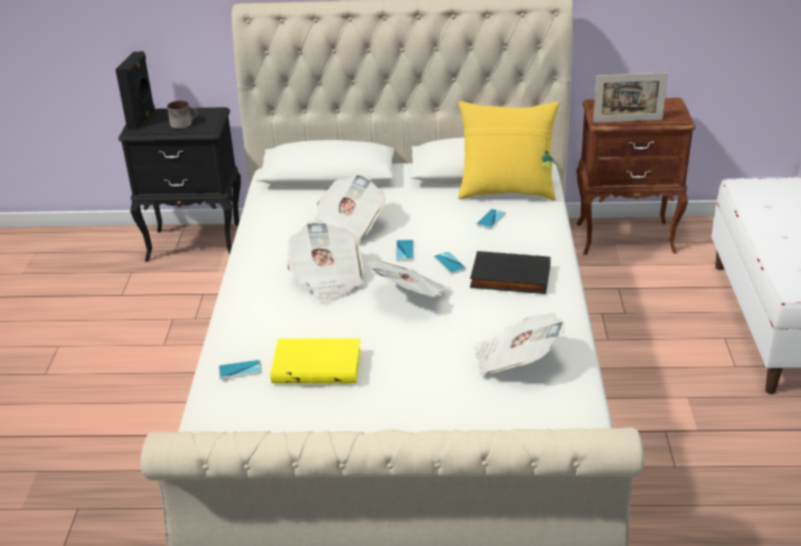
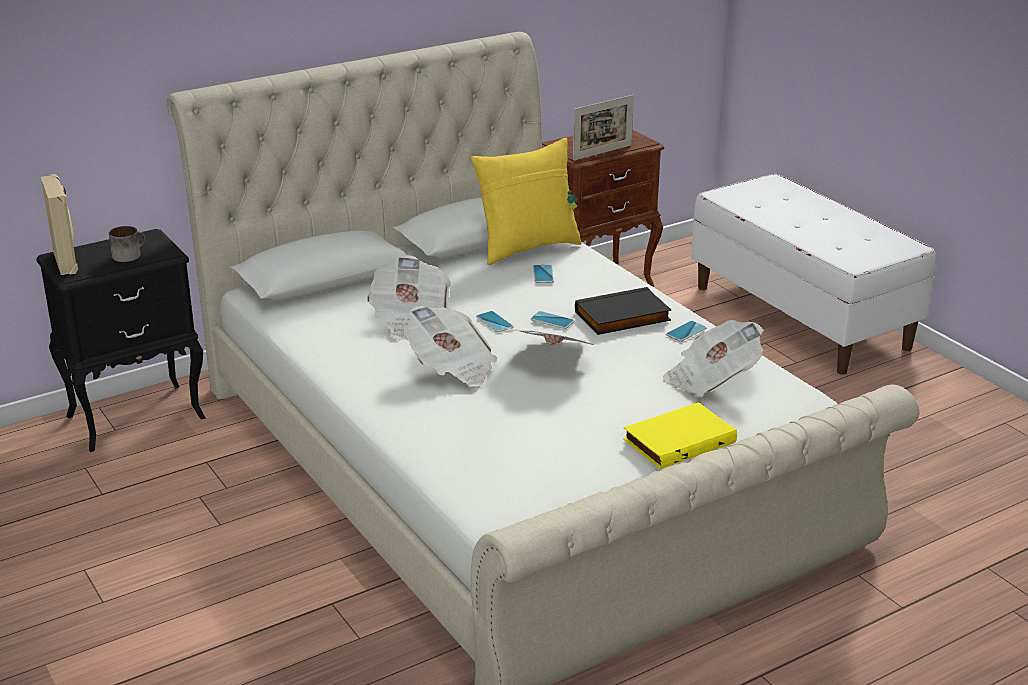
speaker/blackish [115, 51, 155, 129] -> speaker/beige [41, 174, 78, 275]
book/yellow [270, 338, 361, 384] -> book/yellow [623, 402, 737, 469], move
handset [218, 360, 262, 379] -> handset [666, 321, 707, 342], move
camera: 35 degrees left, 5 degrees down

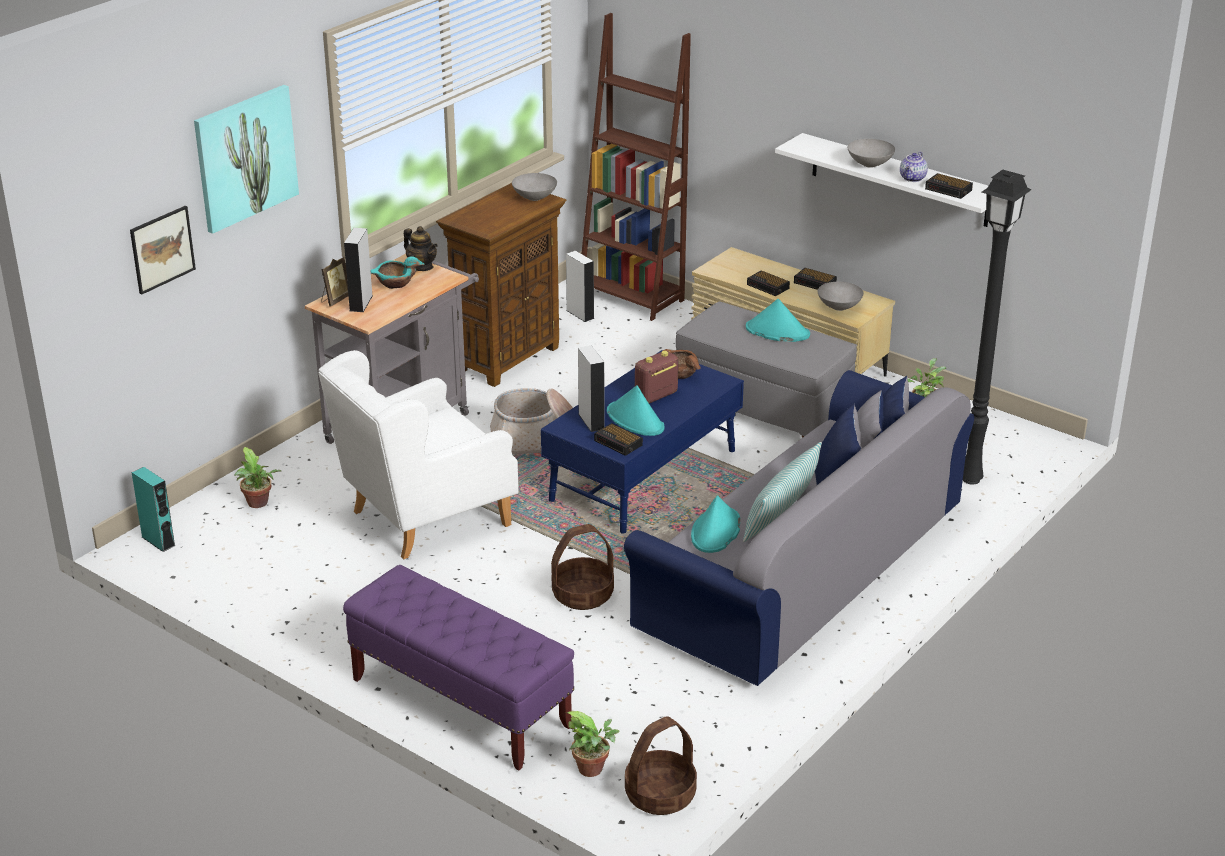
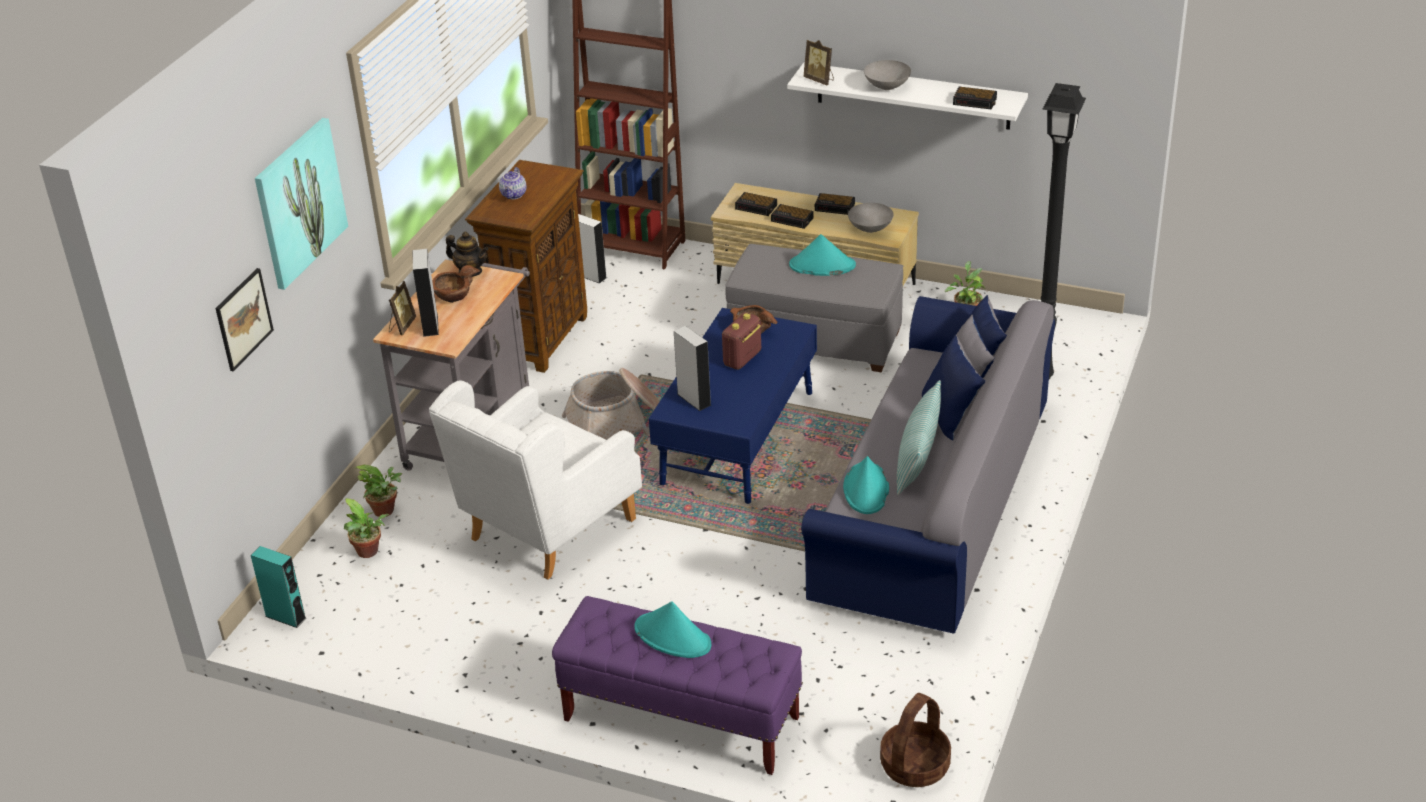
teapot [900, 152, 928, 182] -> teapot [499, 167, 527, 199], move
deep dish/grey [512, 173, 557, 201] -> none
deep dish/turquoise [371, 256, 425, 289] -> deep dish/brownish [432, 265, 480, 303]
hat/turquoise [607, 385, 664, 436] -> hat/turquoise [634, 601, 711, 658], move
bedside clock [594, 423, 643, 456] -> bedside clock [735, 192, 777, 216], move
household basket [551, 524, 614, 610] -> none
plant in a pot [567, 711, 619, 777] -> plant in a pot [355, 464, 402, 517], move
none -> picture frame [803, 40, 834, 85]
camera: 15 degrees left, 5 degrees up

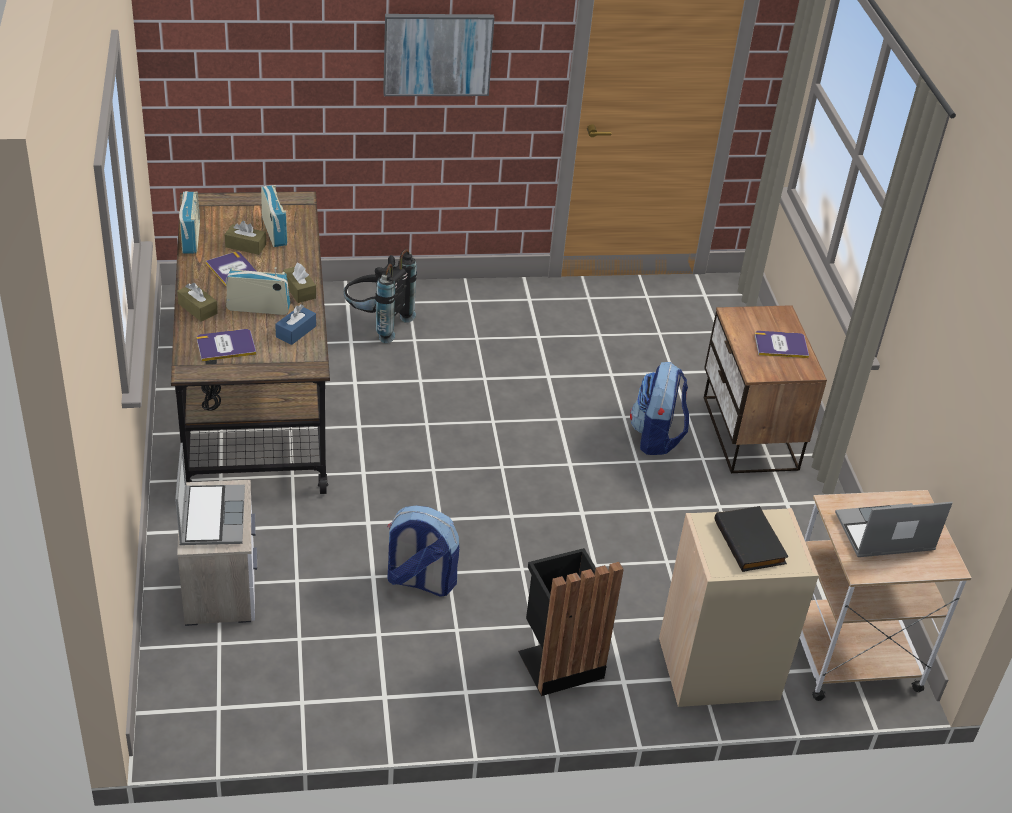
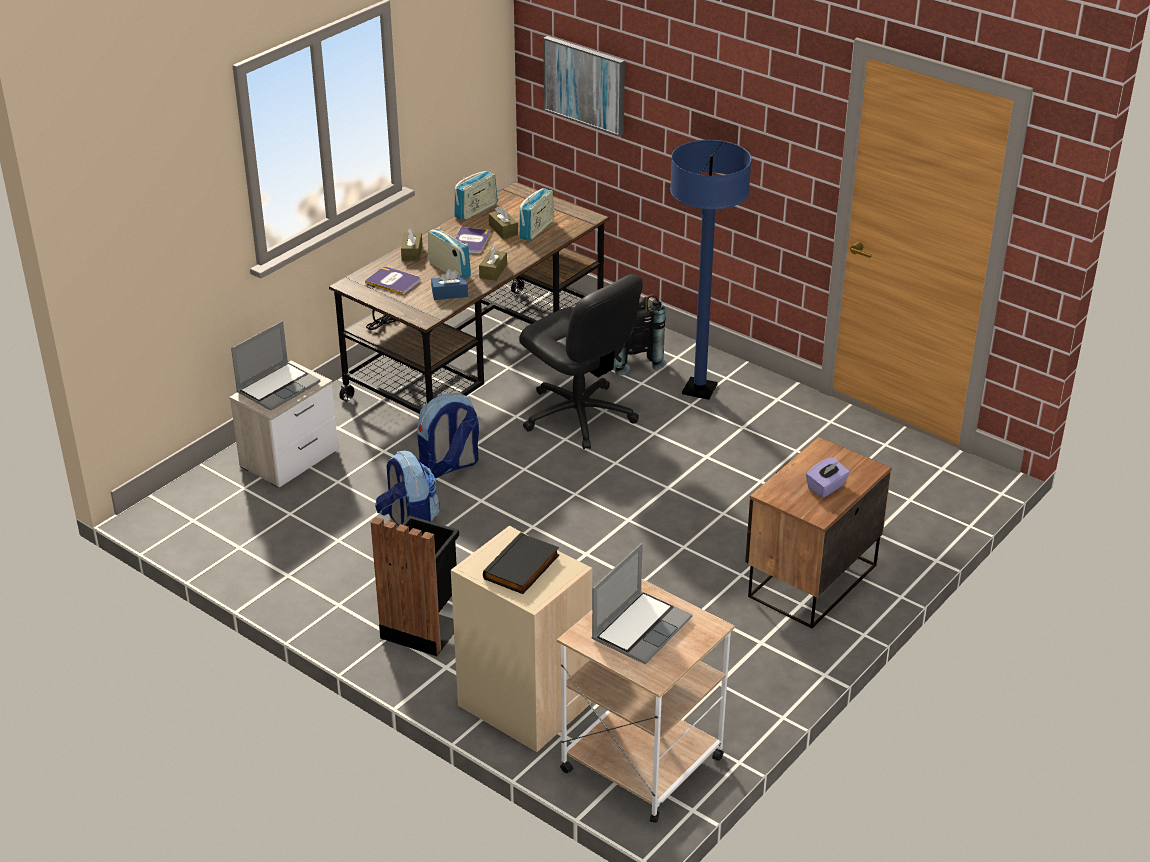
wall picture [383, 14, 494, 96] -> wall picture [543, 36, 625, 137], move
book [755, 331, 809, 358] -> tissue box/purple [806, 457, 850, 498]
rucksack [630, 362, 689, 455] -> rucksack [417, 393, 479, 478], move
notebook computer [835, 502, 953, 557] -> notebook computer [592, 543, 692, 664], 90 degrees clockwise
none -> standing lamp/blue [670, 140, 752, 400]
none -> office chair/blackish [519, 274, 643, 449]
camera: 50 degrees right, 5 degrees down

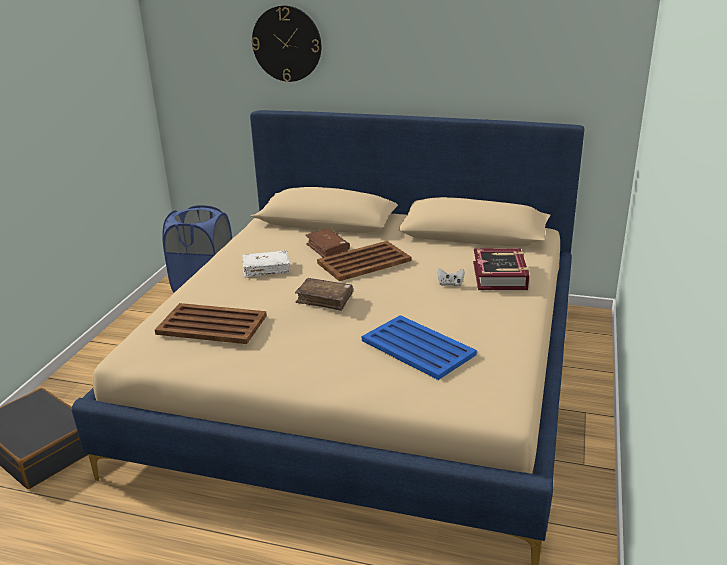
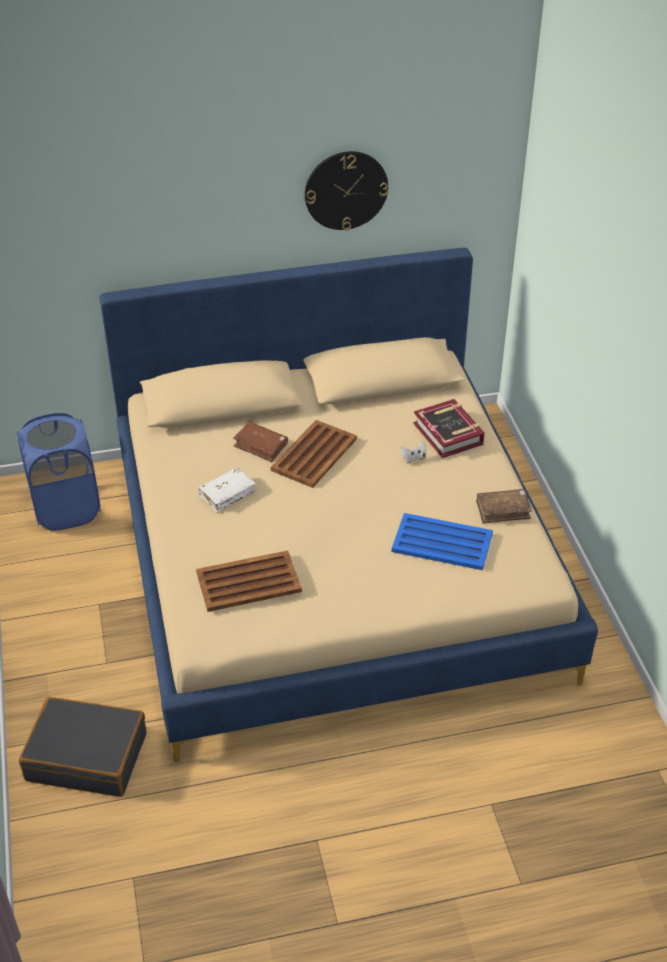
clock on the wall [252, 6, 321, 82] -> clock on the wall [305, 151, 388, 231], move
book/brownish [295, 278, 353, 311] -> book/brownish [476, 489, 532, 524], move
camera: 30 degrees left, 15 degrees up

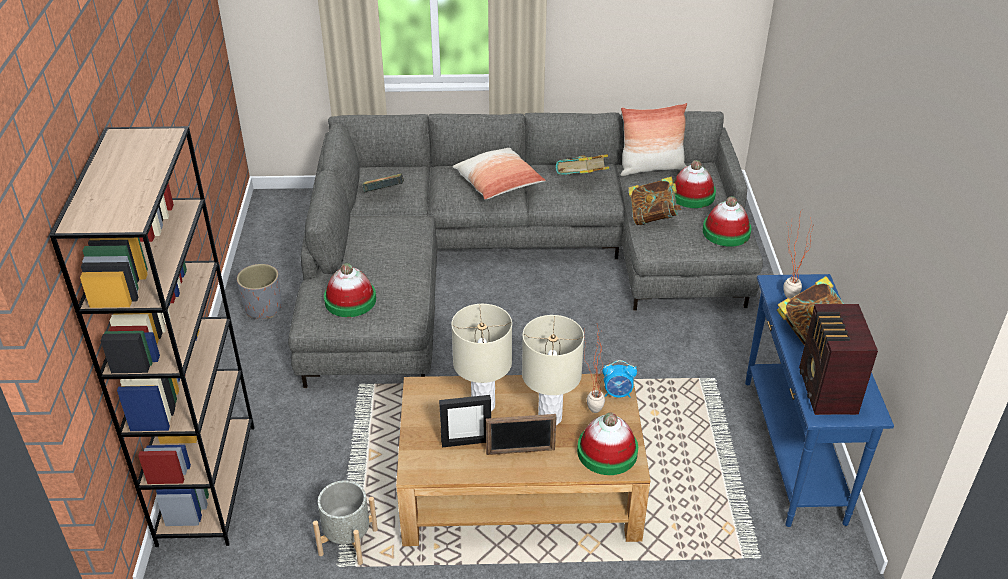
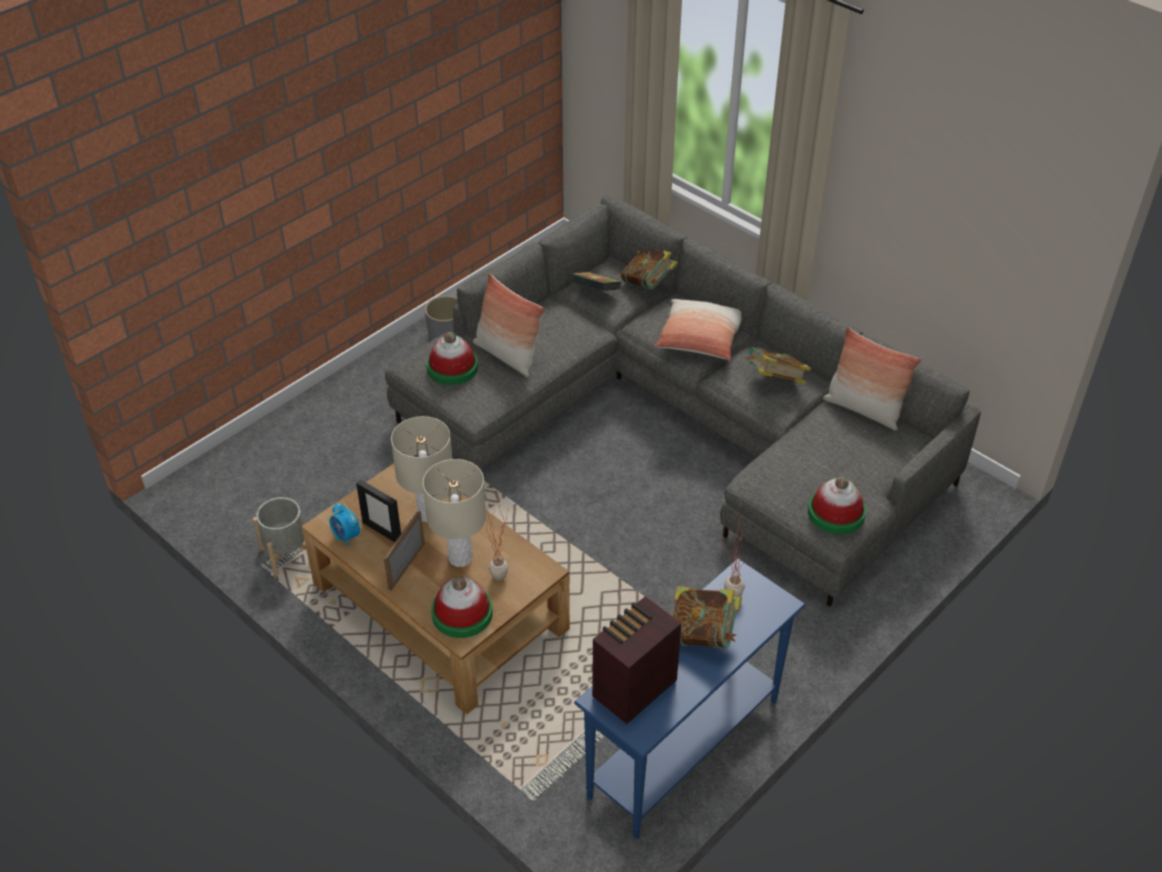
bookshelf/beige [50, 126, 255, 547] -> none
hat [673, 160, 716, 208] -> none
book [628, 177, 682, 225] -> book [621, 250, 678, 289], move
bedside clock [603, 360, 637, 398] -> bedside clock [330, 503, 360, 546], move
picture frame [486, 414, 557, 455] -> picture frame [384, 511, 425, 590], 75 degrees clockwise
none -> throw pillow [473, 273, 545, 377]
camera: 45 degrees right, 5 degrees up

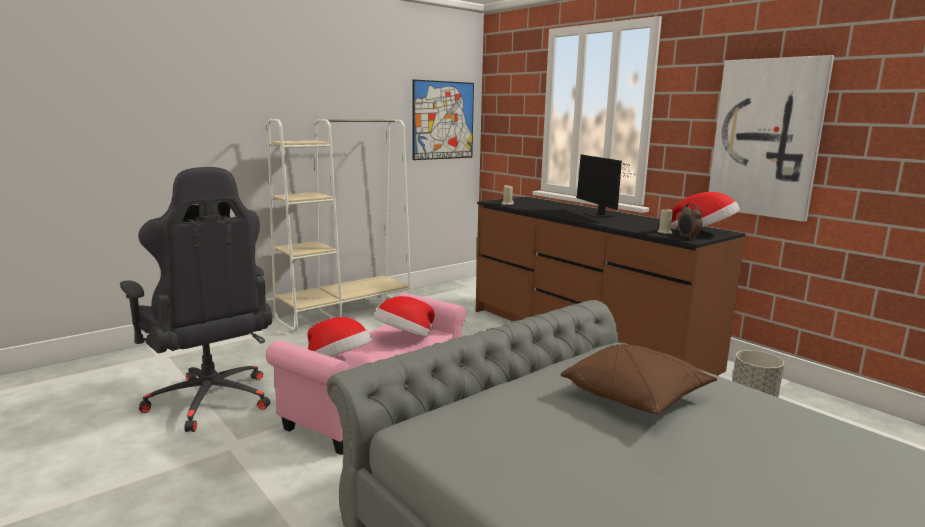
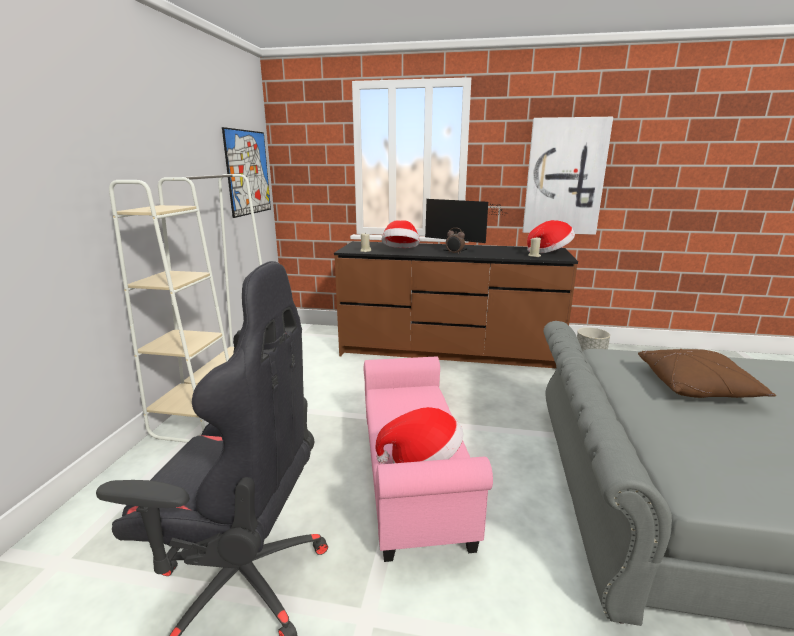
bedside clock [678, 203, 702, 240] -> bedside clock [446, 228, 465, 254], move
hat [373, 296, 435, 337] -> hat [382, 220, 420, 248], move
camera: 40 degrees left, 5 degrees up

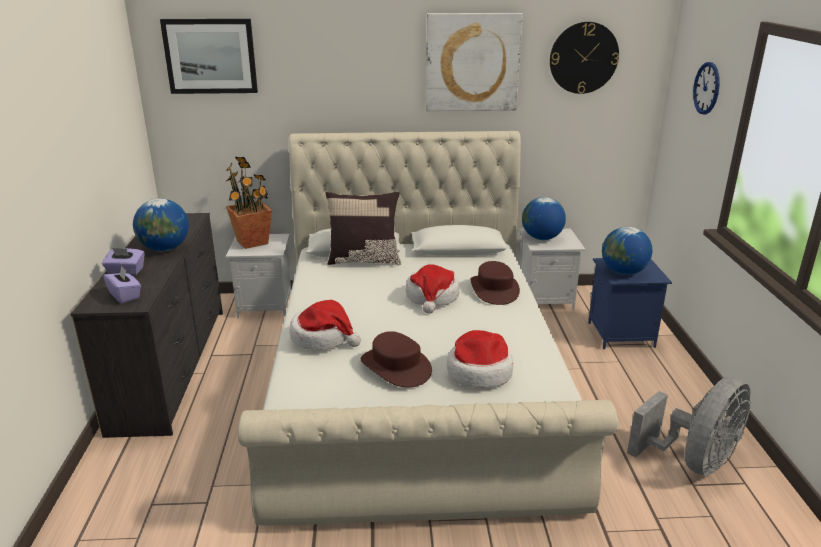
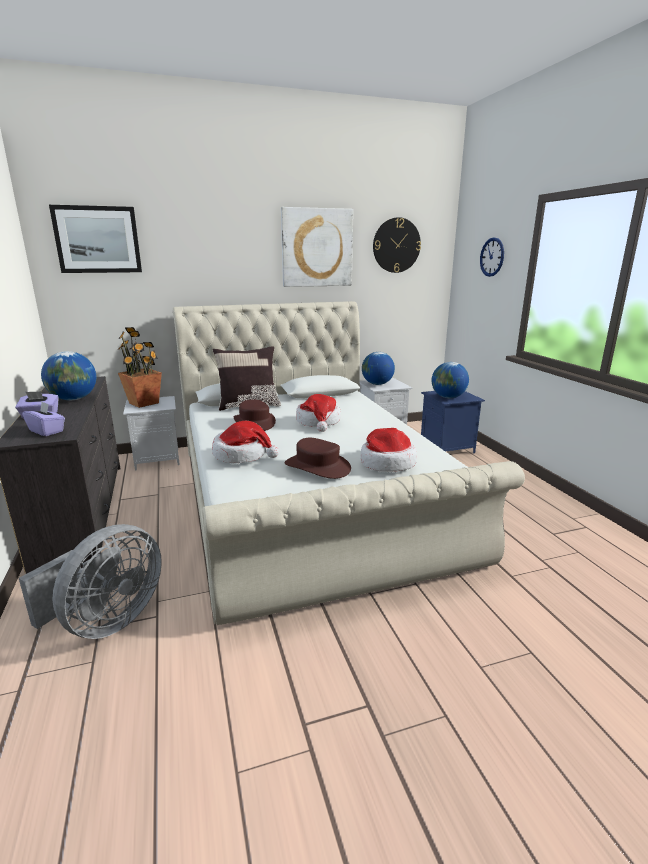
hat/brownish [471, 261, 520, 305] -> hat/brownish [234, 399, 276, 431], move
fan/grey [627, 377, 751, 476] -> fan/grey [19, 524, 162, 639], move
camera: 15 degrees left, 5 degrees down

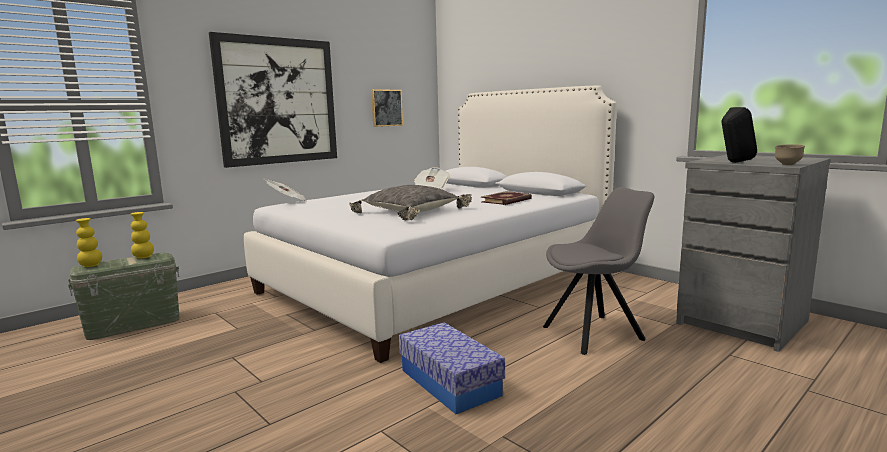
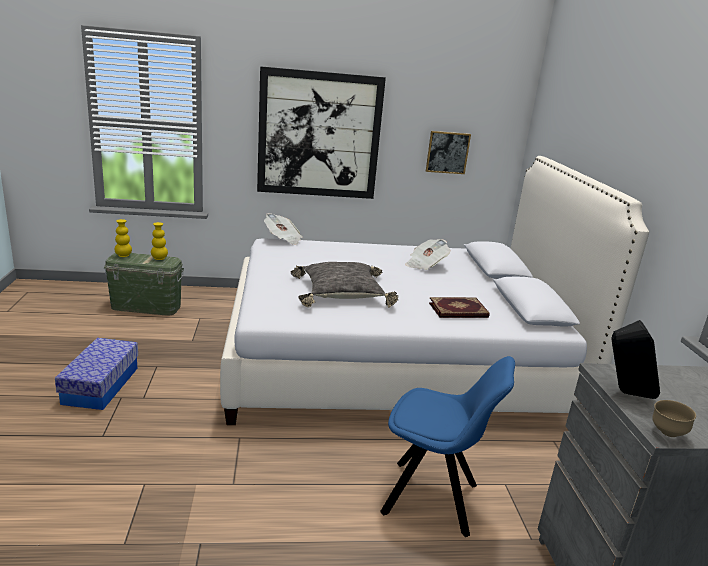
chair/grey [543, 187, 654, 355] -> chair/blue [380, 356, 515, 537]
storage box [399, 322, 505, 414] -> storage box [55, 338, 138, 410], move
camera: 35 degrees right, 10 degrees up

